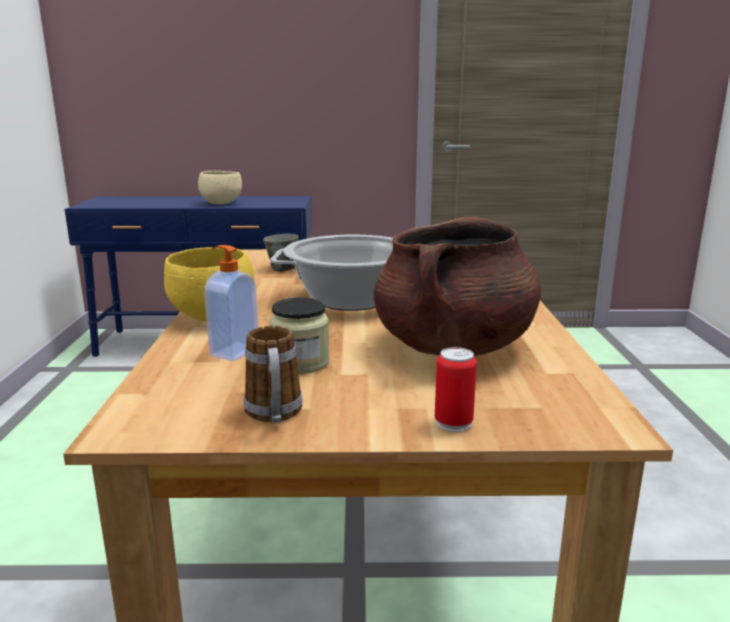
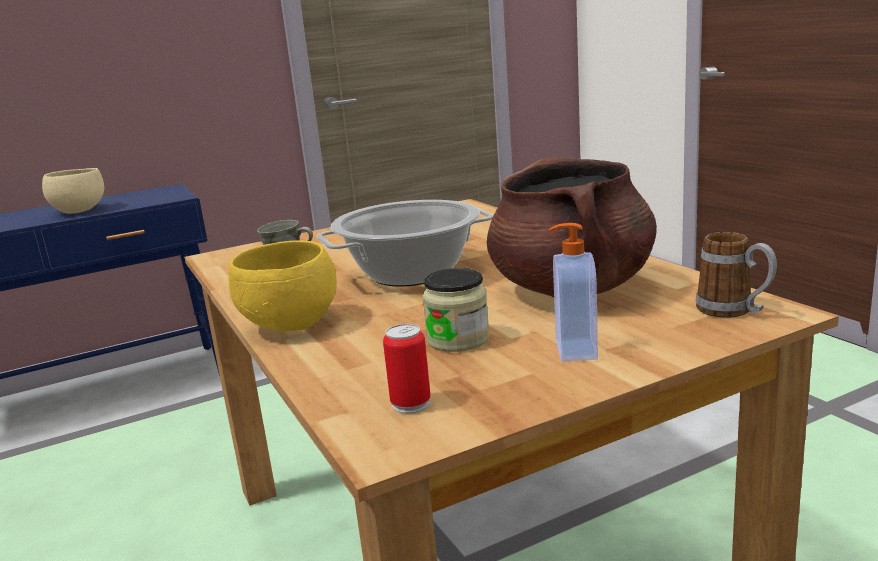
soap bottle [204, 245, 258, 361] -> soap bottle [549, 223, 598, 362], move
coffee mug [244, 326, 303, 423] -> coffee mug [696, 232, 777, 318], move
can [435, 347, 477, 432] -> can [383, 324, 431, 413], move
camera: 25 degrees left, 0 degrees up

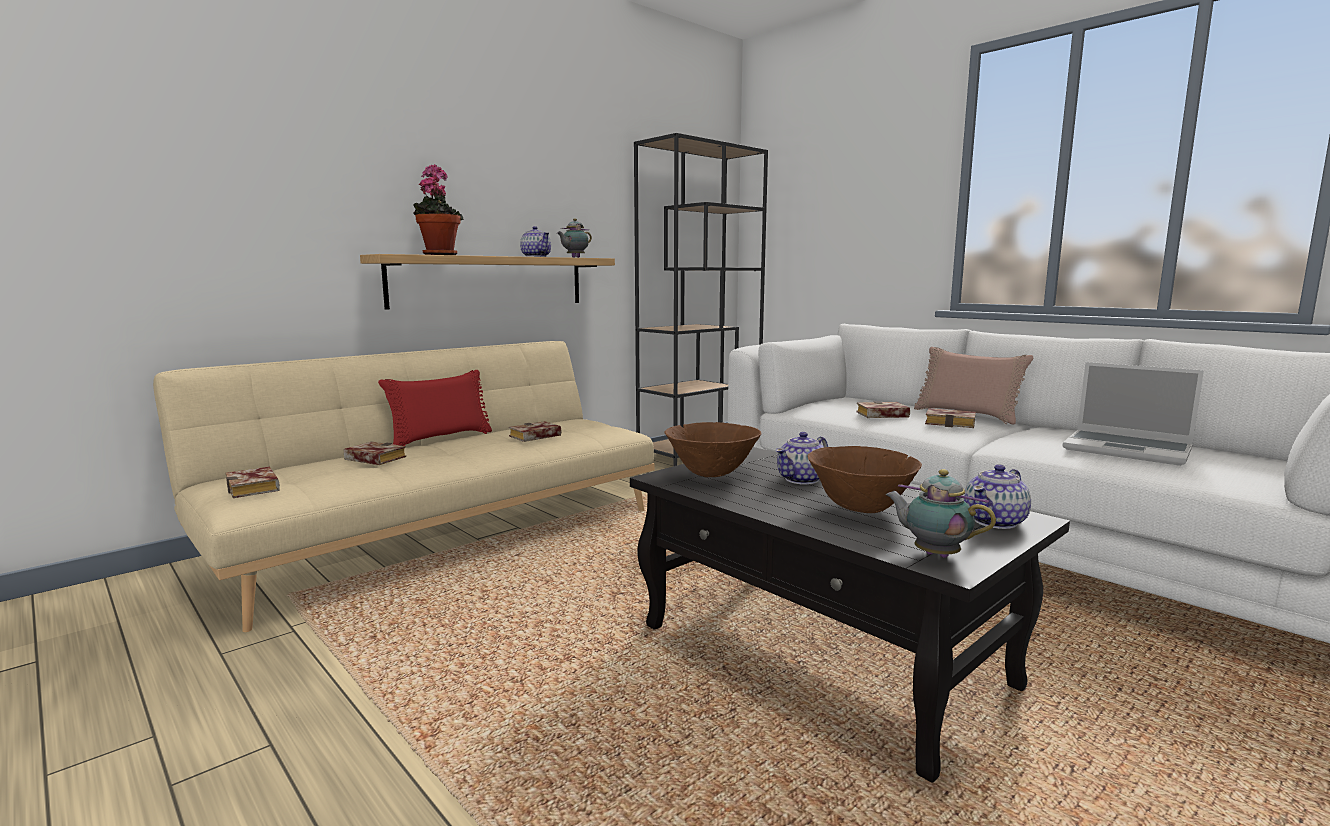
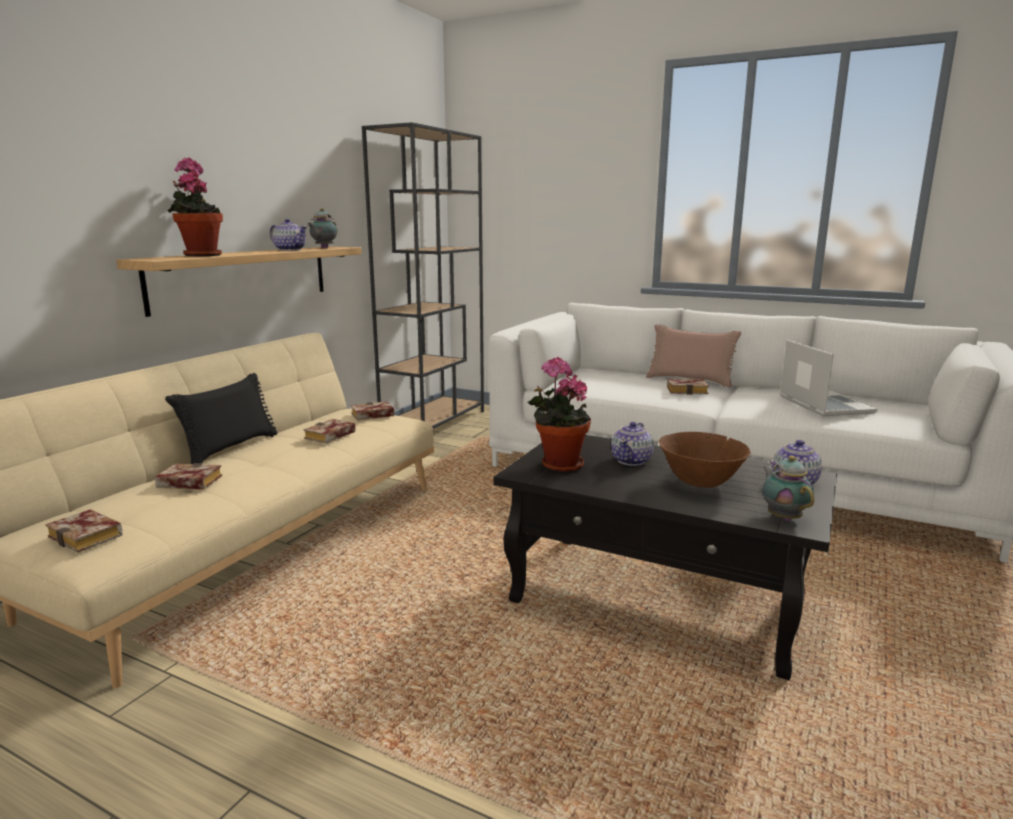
notebook computer [1063, 362, 1204, 466] -> notebook computer [780, 340, 877, 416], 120 degrees counterclockwise
throw pillow/red [378, 370, 492, 446] -> throw pillow/blackish [165, 373, 278, 464]
book [856, 401, 910, 418] -> book [351, 401, 394, 421], move
deep dish/brownish [665, 422, 762, 477] -> plant in a pot [528, 357, 591, 472]
teapot [885, 469, 996, 558] -> teapot [762, 456, 814, 521], 60 degrees clockwise
camera: 20 degrees left, 5 degrees up

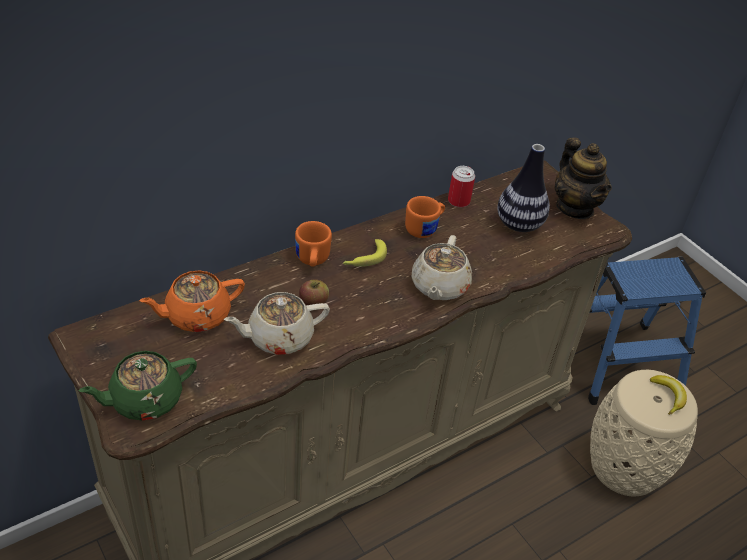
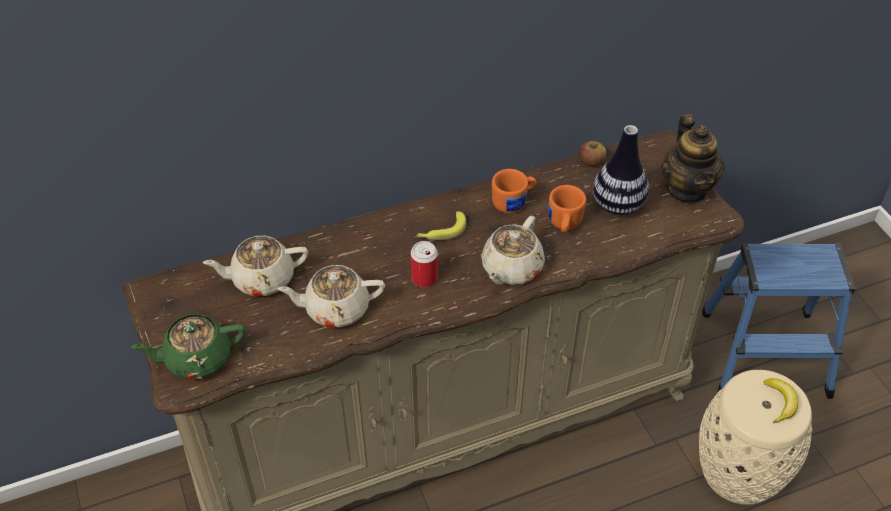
can [448, 166, 475, 207] -> can [410, 241, 438, 287], move
coffee mug/orangey [295, 221, 332, 266] -> coffee mug/orangey [548, 185, 586, 232], move
teapot/orangey [139, 271, 245, 332] -> teapot/beige [203, 236, 308, 296]
apple [299, 279, 329, 306] -> apple [579, 141, 606, 167], move
camera: 15 degrees right, 5 degrees up

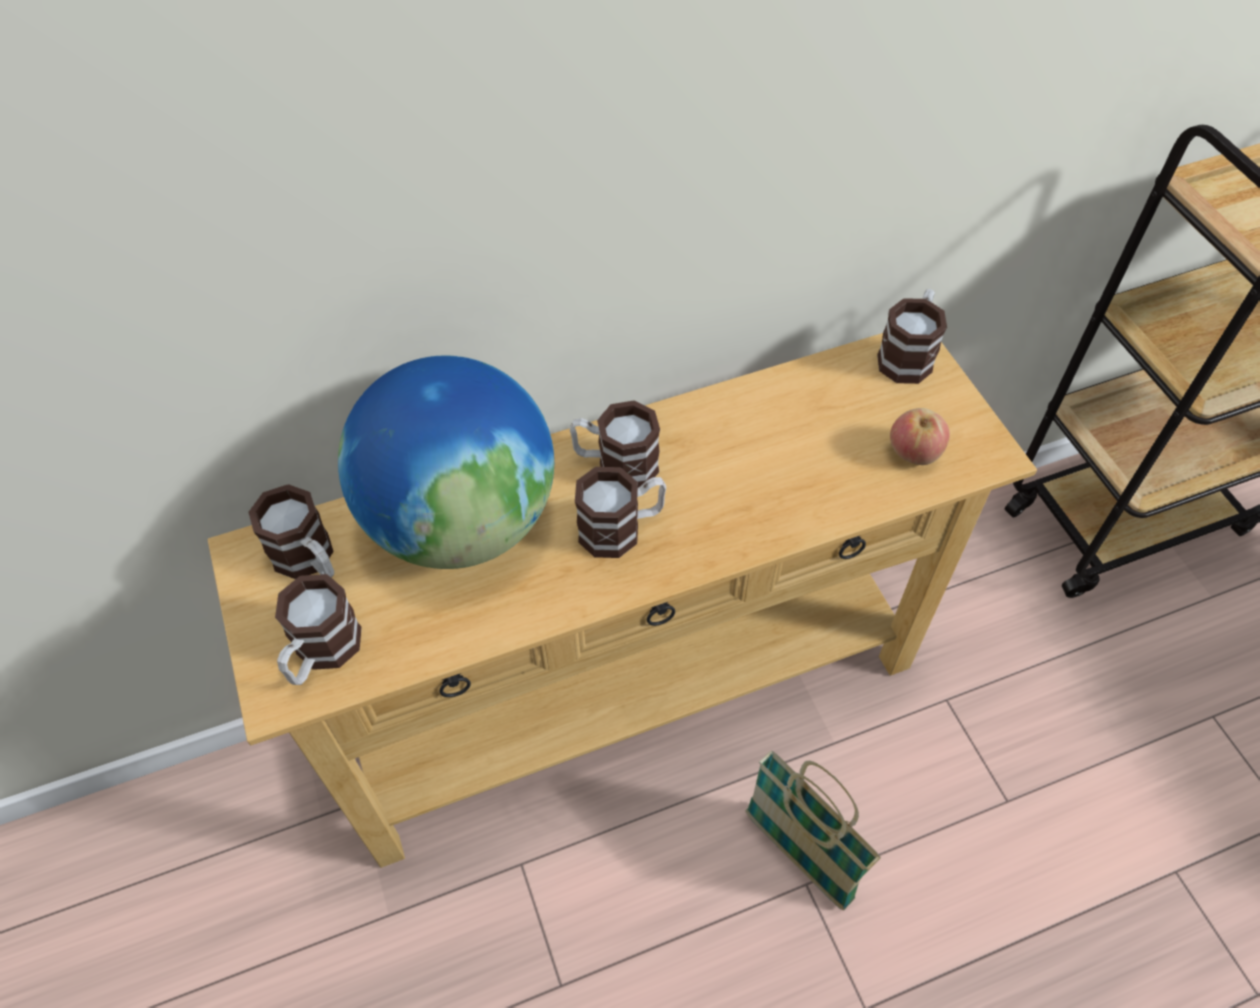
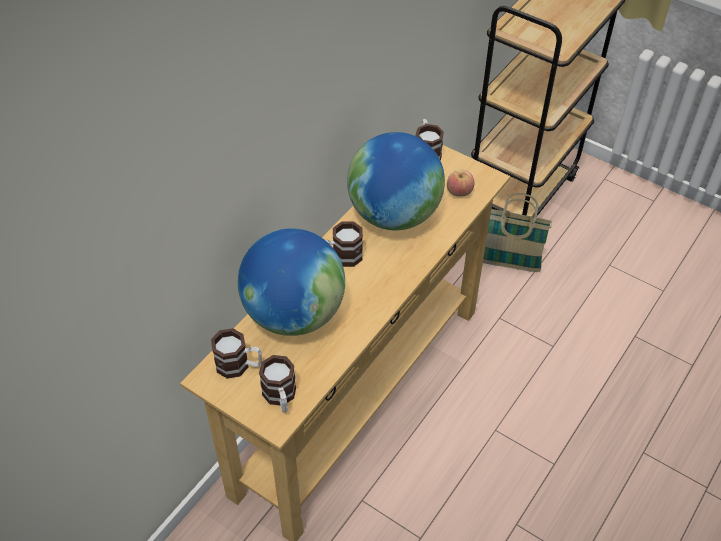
coffee mug [575, 467, 666, 558] -> none
household basket [745, 750, 881, 910] -> household basket [483, 193, 552, 272], move
none -> world globe [347, 132, 445, 230]
camera: 35 degrees left, 5 degrees down

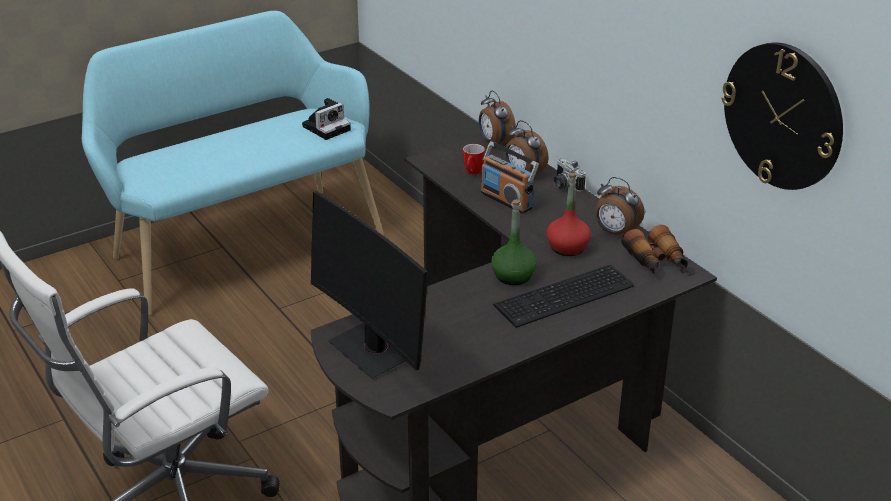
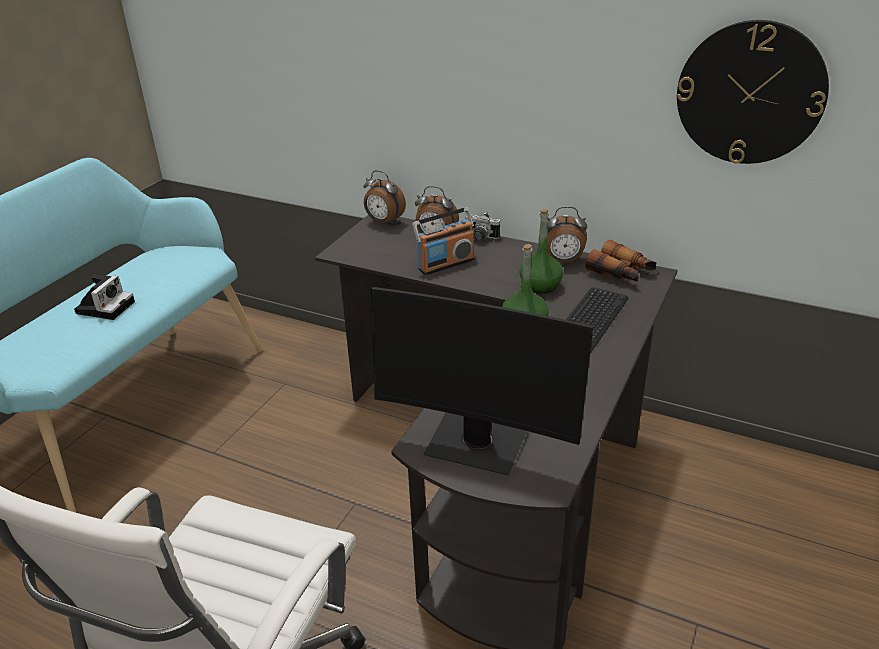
still camera [302, 98, 351, 140] -> still camera [74, 274, 135, 320], move
radio [481, 141, 539, 214] -> radio [412, 207, 475, 275], 45 degrees counterclockwise
coffee mug [463, 144, 485, 175] -> none
bottle/red [546, 173, 591, 256] -> bottle/greenish [519, 209, 563, 294]
camera: 30 degrees left, 0 degrees up

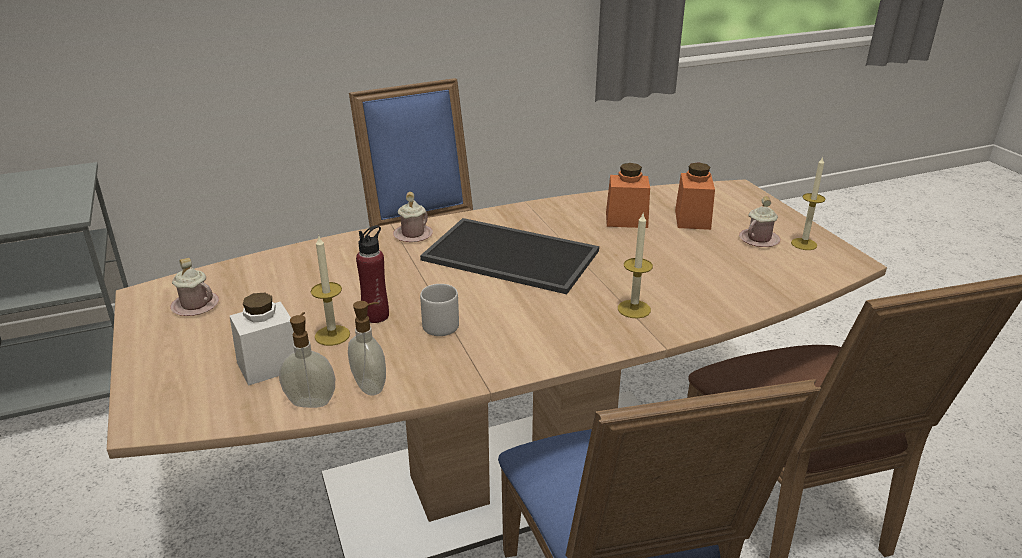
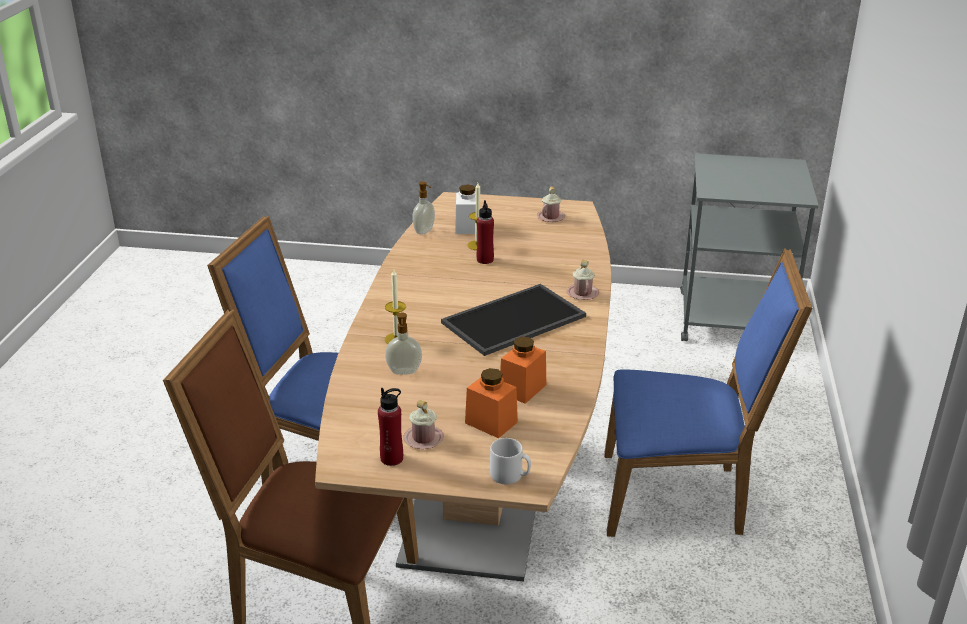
wax light [791, 157, 825, 250] -> bottle/red [378, 388, 403, 466]
coffee mug/grey [420, 284, 459, 336] -> coffee mug/grey [490, 438, 531, 484], move
soap bottle [348, 301, 386, 396] -> soap bottle [385, 313, 422, 375], move
camera: 120 degrees right, 0 degrees up

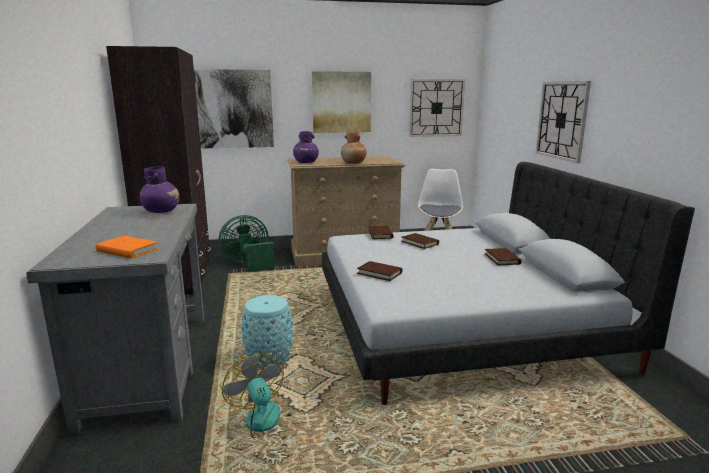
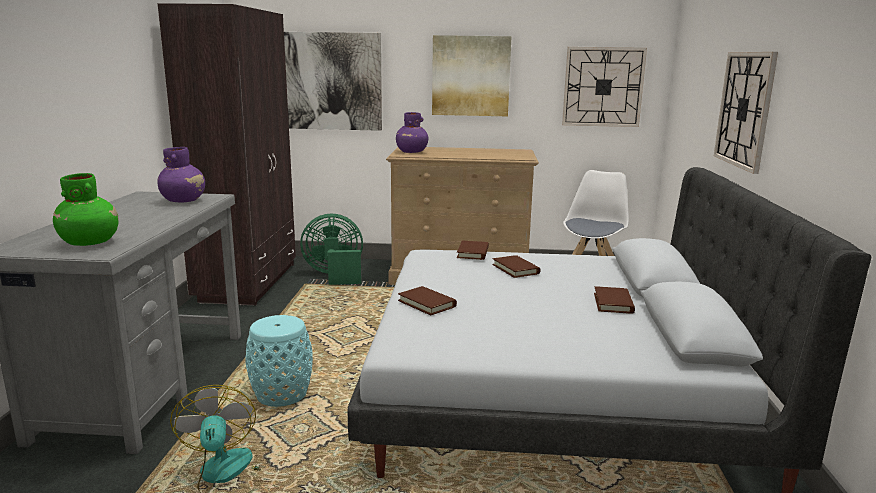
flower vase/brownish [341, 132, 366, 164] -> none
book/orangey [96, 236, 159, 258] -> flower vase/greenish [53, 173, 119, 246]
camera: 15 degrees right, 0 degrees up

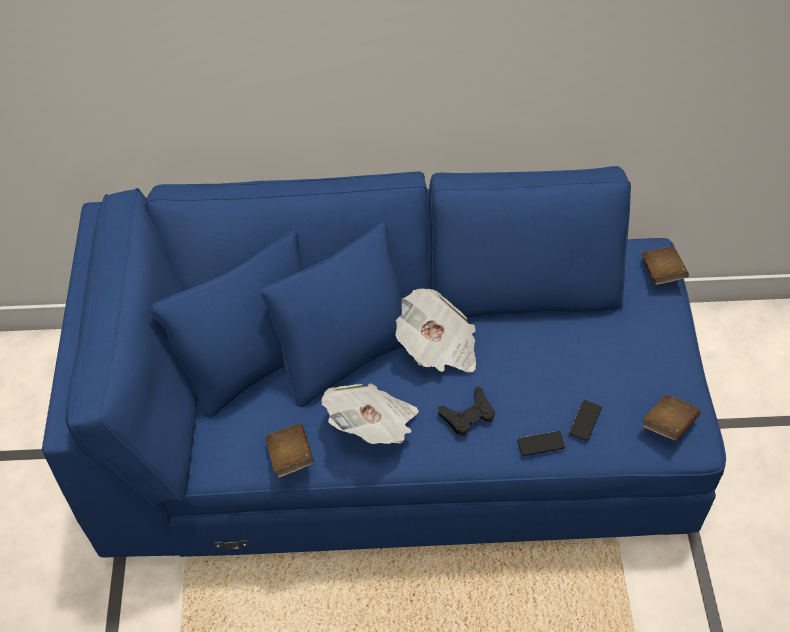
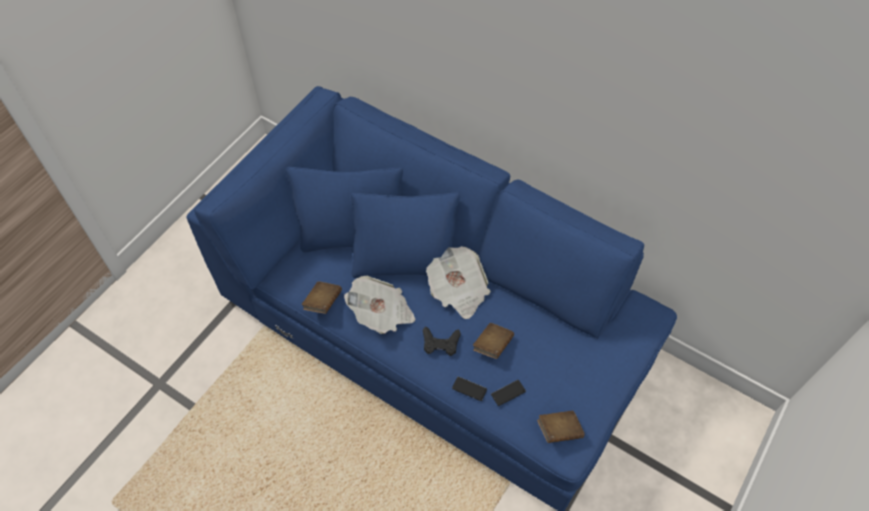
book/brownish [642, 246, 689, 285] -> book/brownish [473, 323, 514, 359], move
camera: 35 degrees right, 5 degrees up

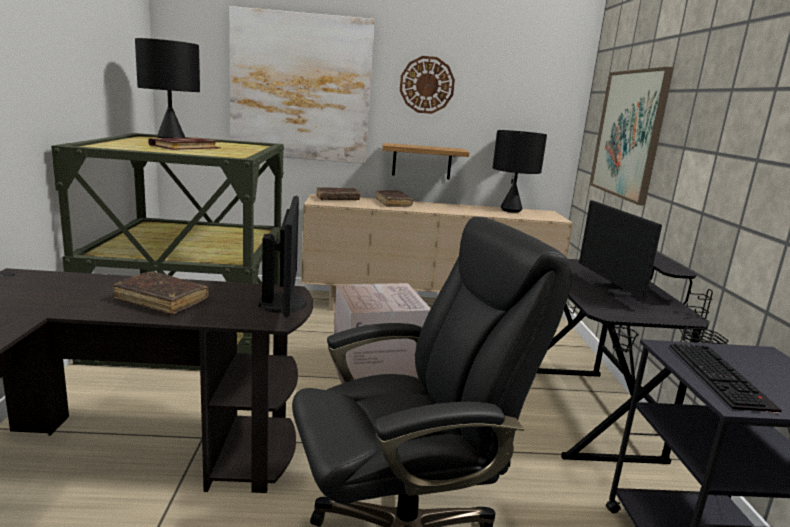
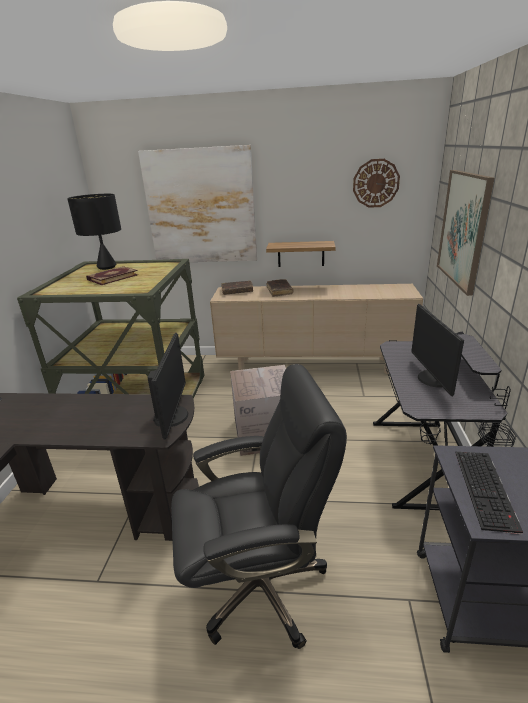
clock on the wall [400, 56, 455, 114] -> clock on the wall [353, 159, 400, 208], move
tabletop lamp/blackish [493, 130, 547, 213] -> none
book/brownish [114, 271, 208, 315] -> none
camera: 10 degrees right, 10 degrees up

